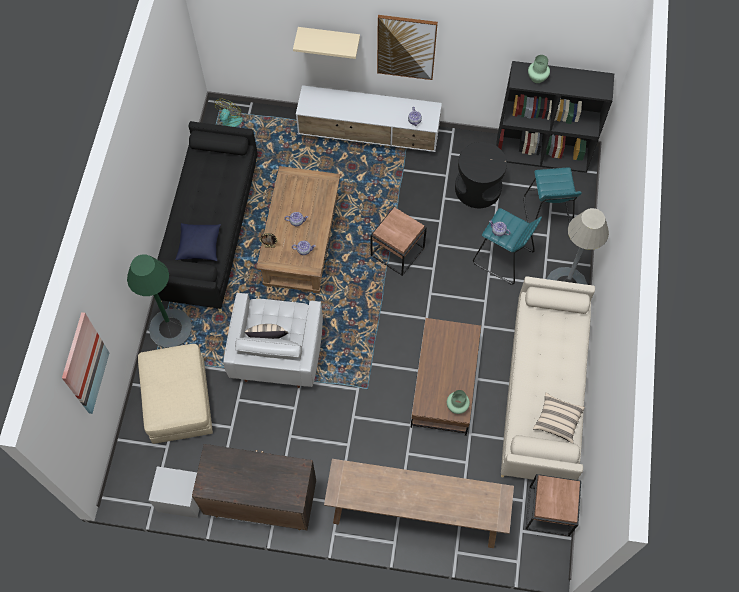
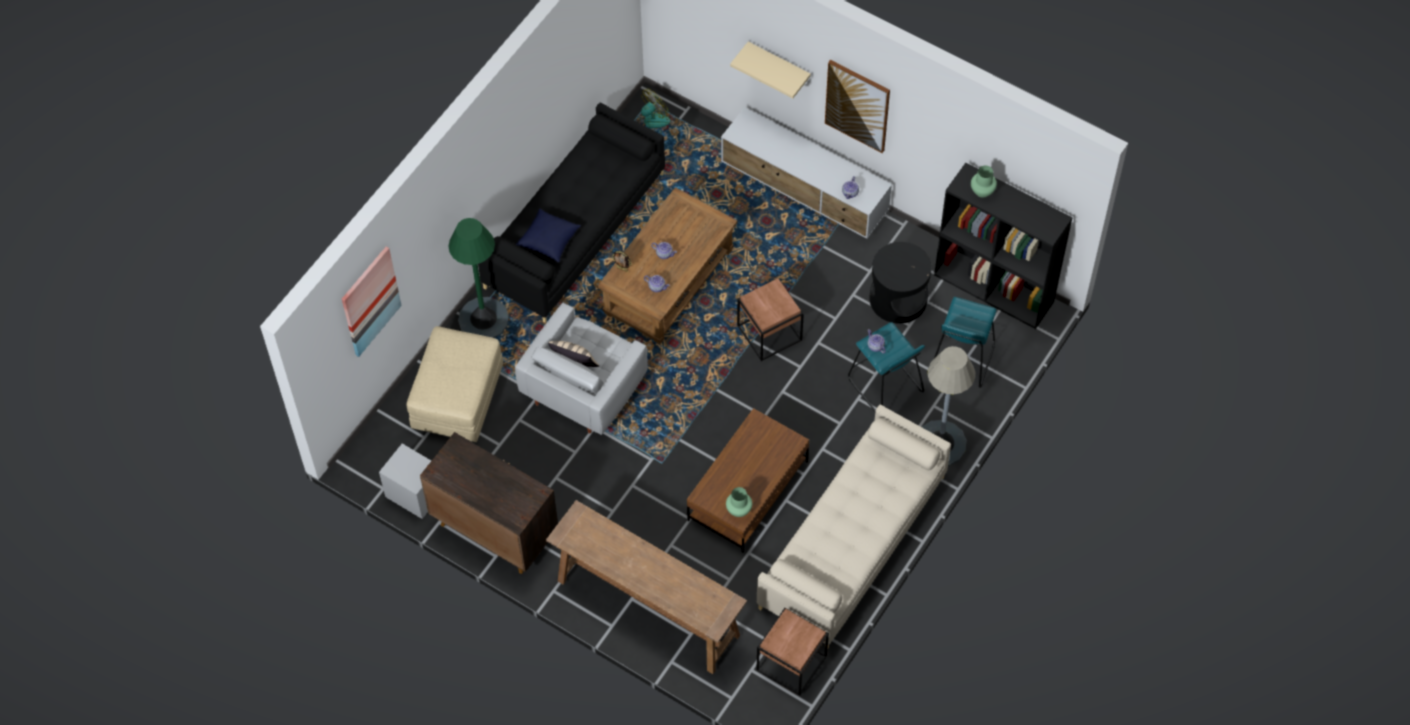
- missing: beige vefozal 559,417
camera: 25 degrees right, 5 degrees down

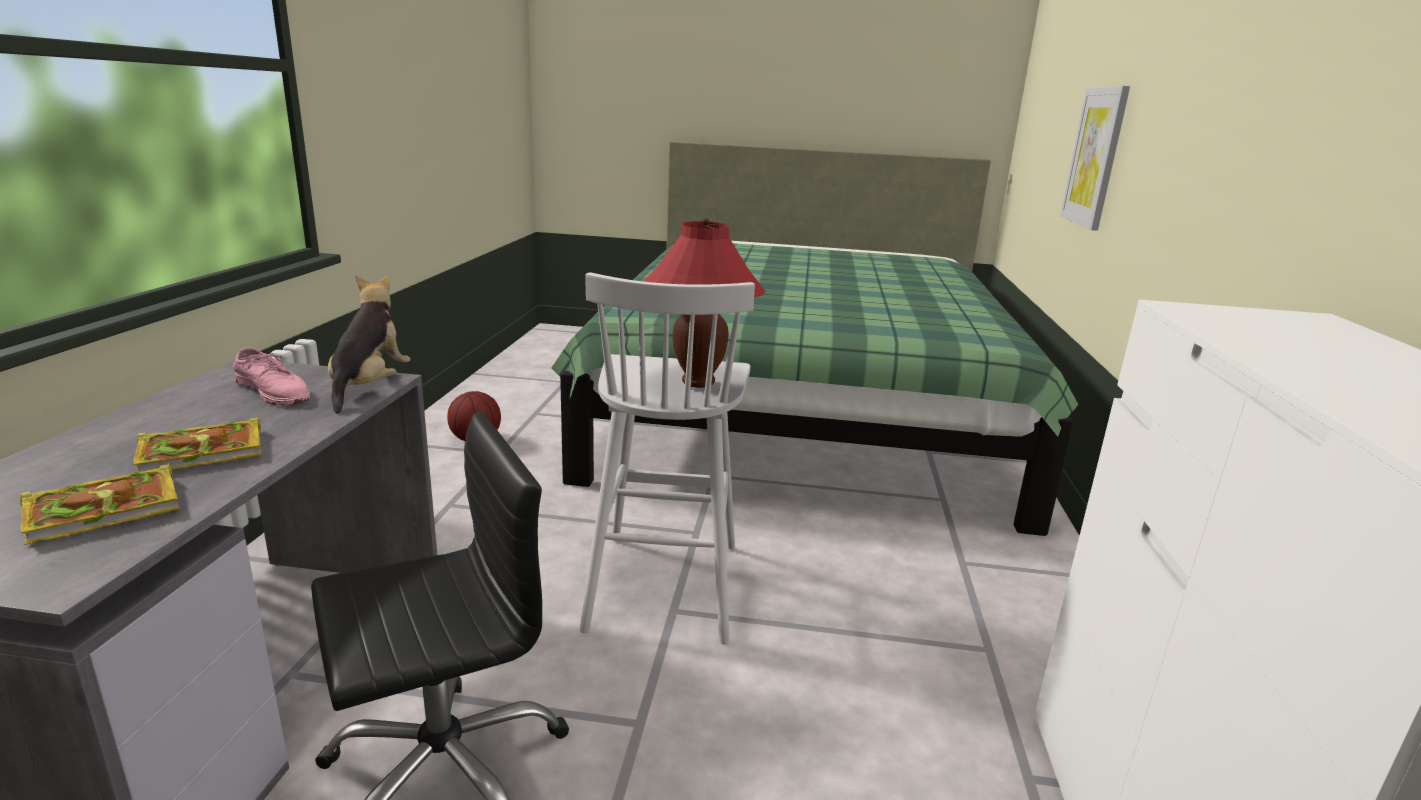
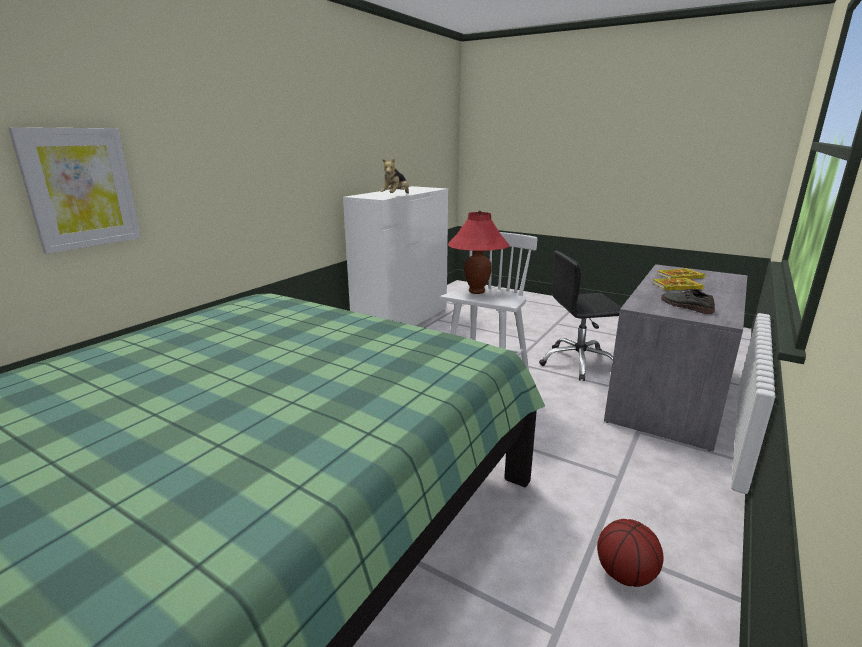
- colour: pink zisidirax 272,377 to grey zisidirax 688,301
- relocated: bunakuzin 369,344 to 394,176
camera: 155 degrees left, 0 degrees up

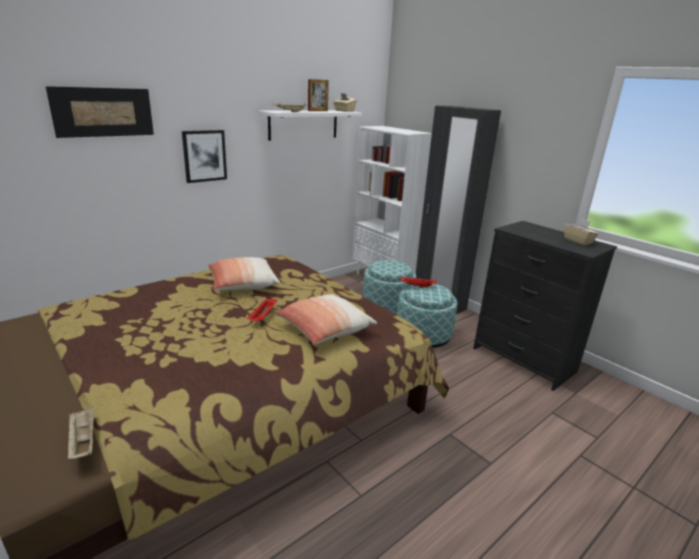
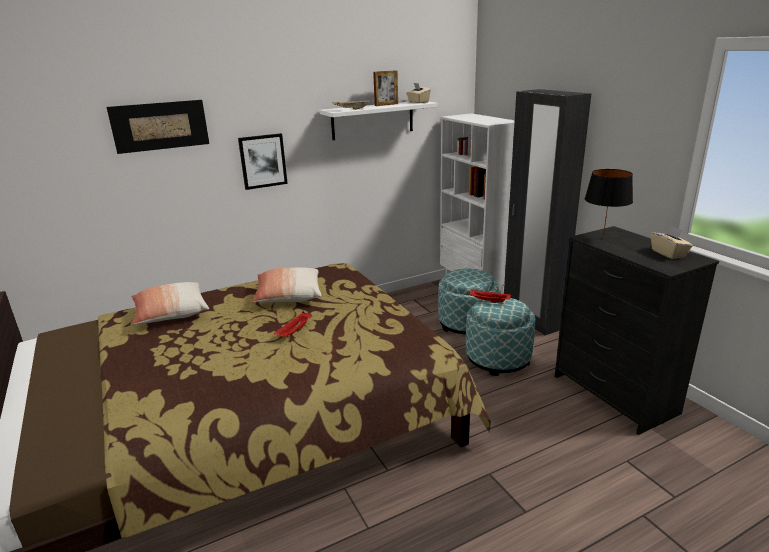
- missing: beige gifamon 81,432
- relocated: vefozal 325,319 to 170,303
- appeared: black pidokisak 609,203
camera: 15 degrees right, 0 degrees up

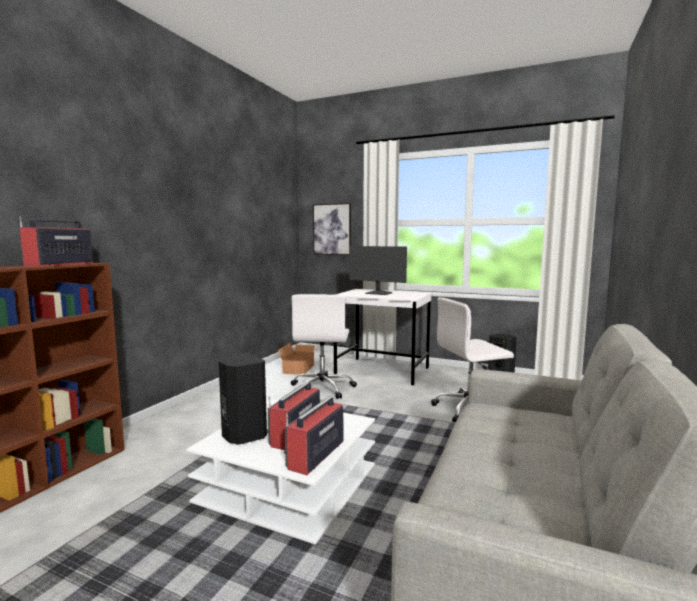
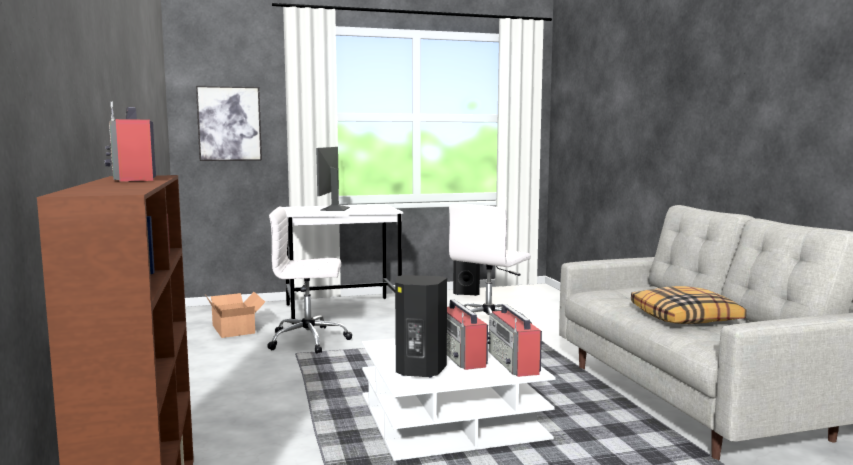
- spun: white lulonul 324,346 = 309,280 120 degrees clockwise
- spun: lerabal 378,270 = 333,179 105 degrees clockwise
- appeared: vefozal 689,305
camera: 40 degrees left, 0 degrees up

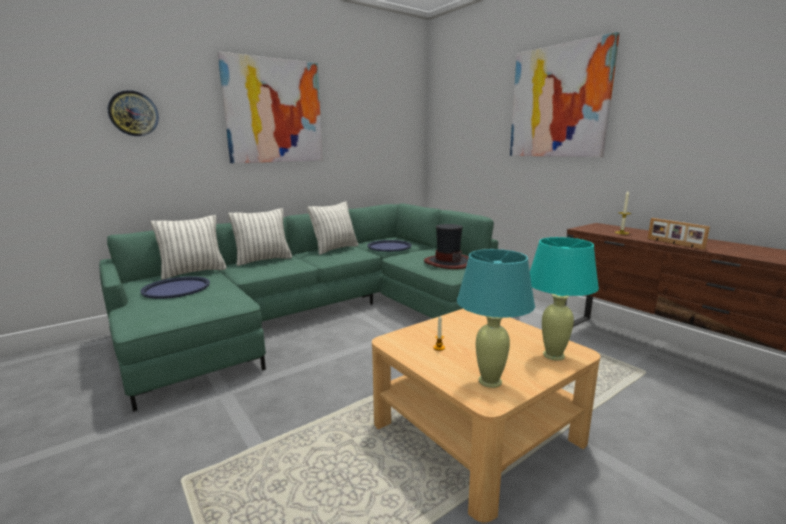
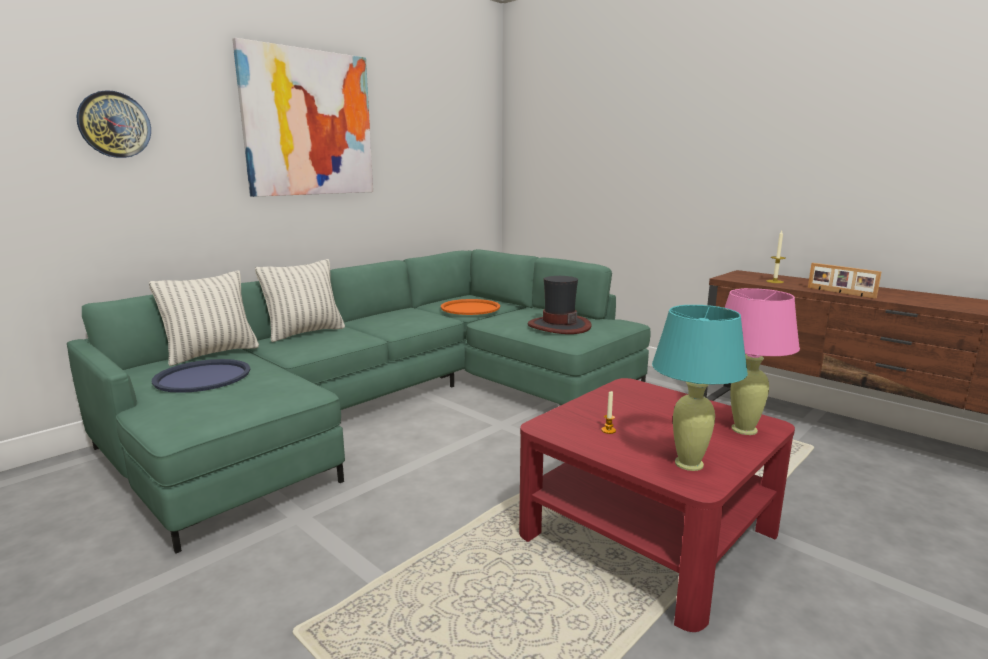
- missing: vefozal 332,228
- colour: blue gifamon 389,246 to orange gifamon 470,307
- colour: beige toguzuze 486,416 to red toguzuze 657,505
- missing: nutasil 564,94
- colour: turquoise pidokisak 564,299 to pink pidokisak 762,361
camera: 10 degrees left, 0 degrees up

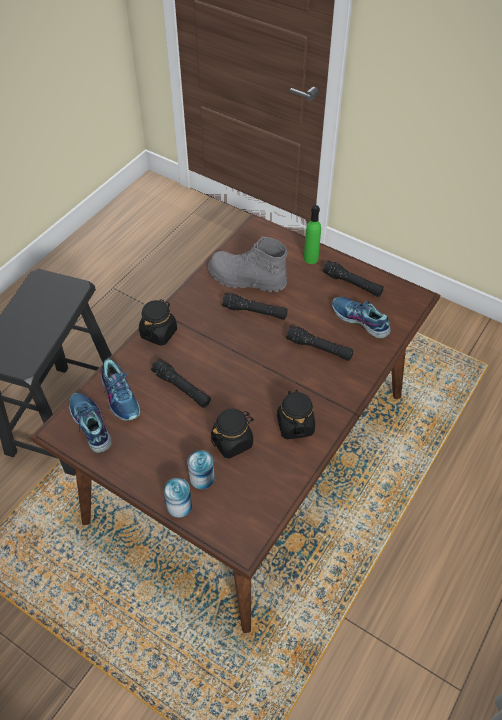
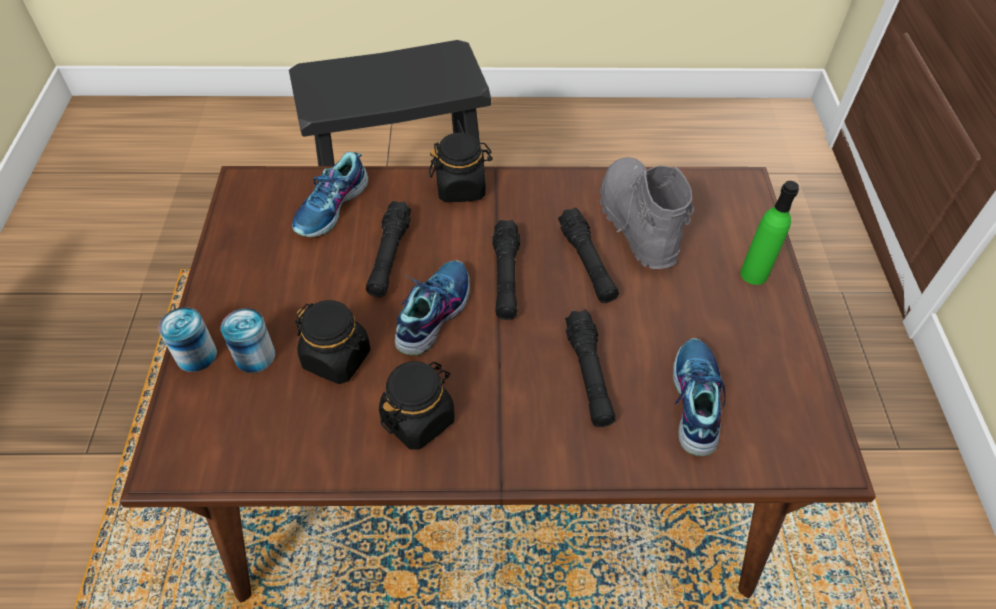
- relocated: zisidirax 90,423 to 432,308
- relocated: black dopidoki 353,278 to 506,270
camera: 55 degrees right, 0 degrees up

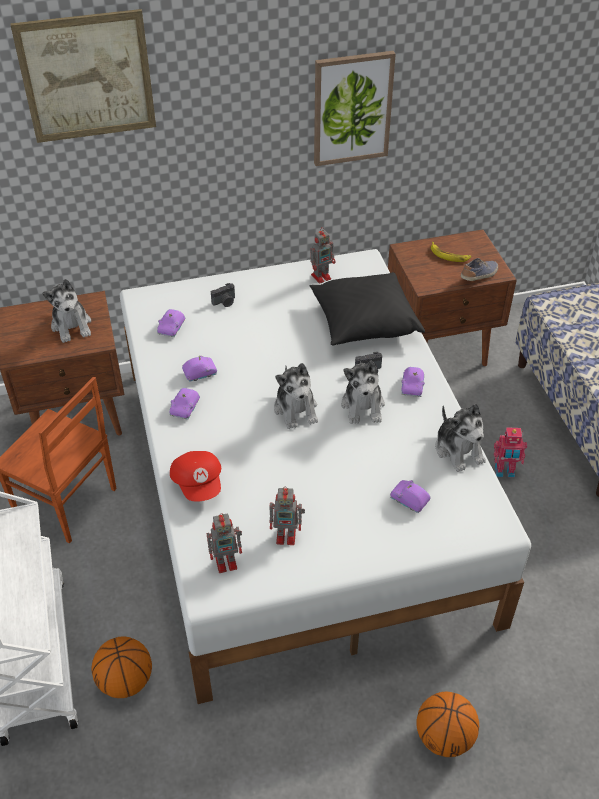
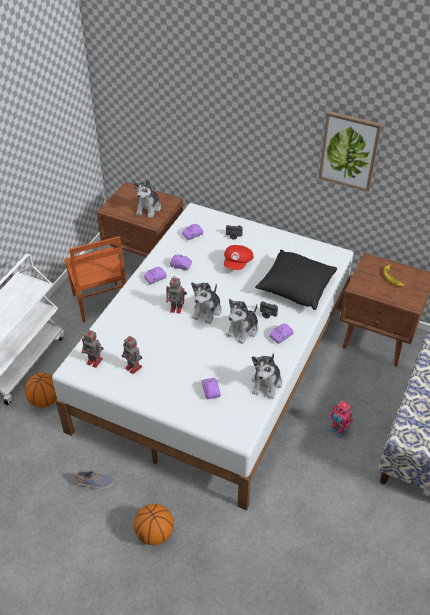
- missing: nutasil 83,76
- relocated: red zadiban 195,476 to 238,257
- relocated: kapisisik 322,255 to 176,295
- relocated: zisidirax 479,269 to 95,480
camera: 40 degrees right, 0 degrees up

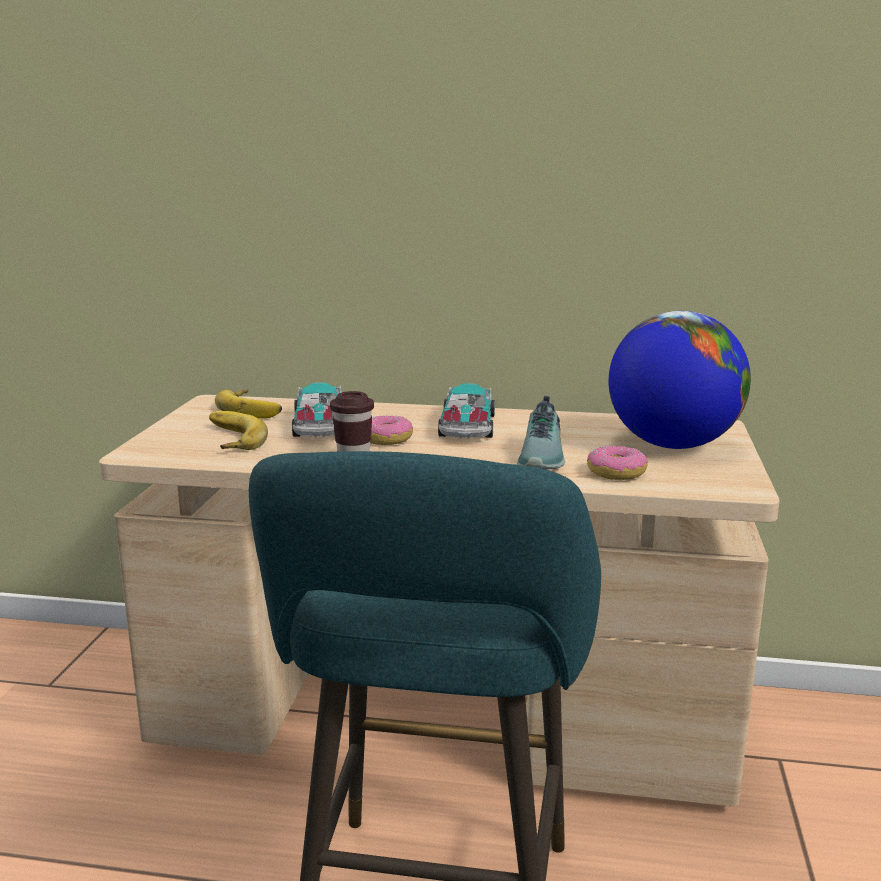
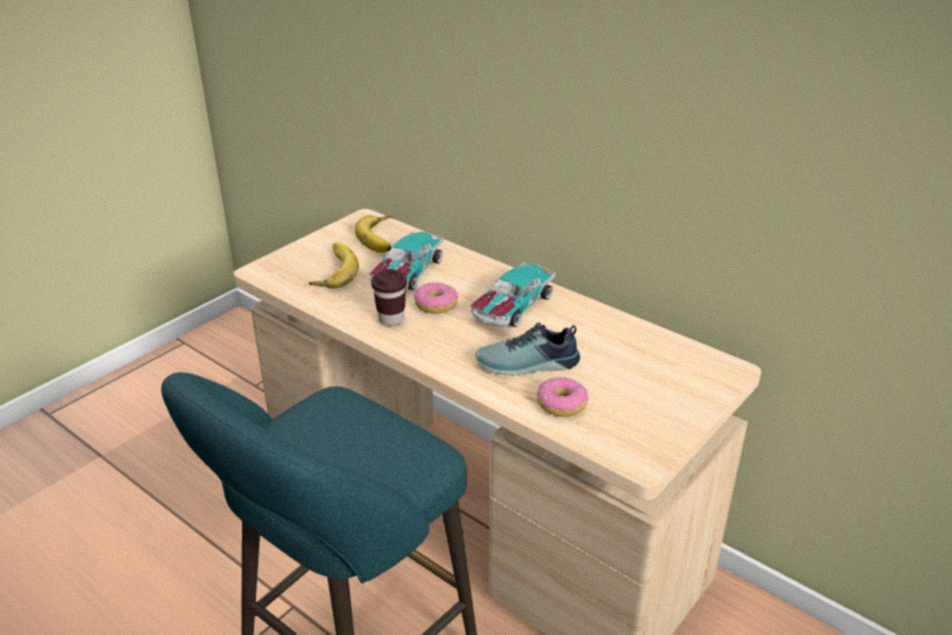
- spun: zisidirax 541,432 = 528,349 45 degrees clockwise
- missing: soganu 680,380
camera: 30 degrees right, 15 degrees up

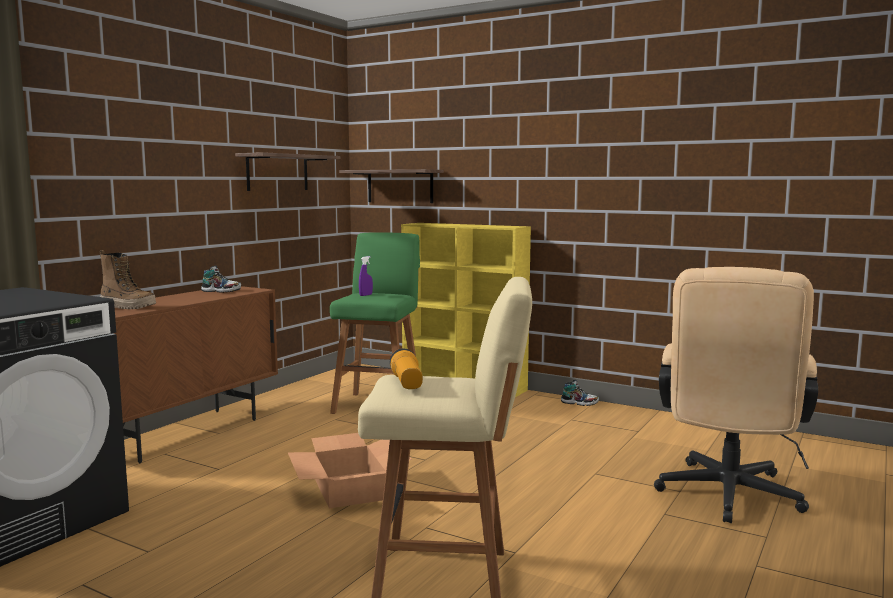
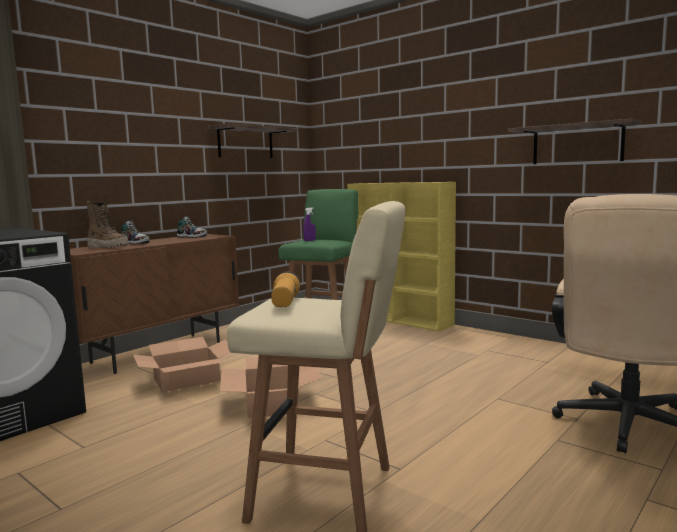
- relocated: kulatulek 391,186 to 575,141
- relocated: zisidirax 580,393 to 135,232
- appeared: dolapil 182,364
camera: 10 degrees right, 0 degrees up

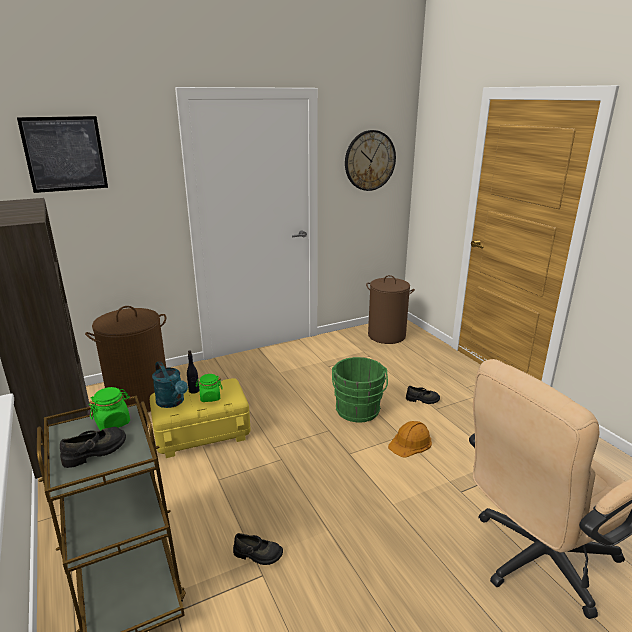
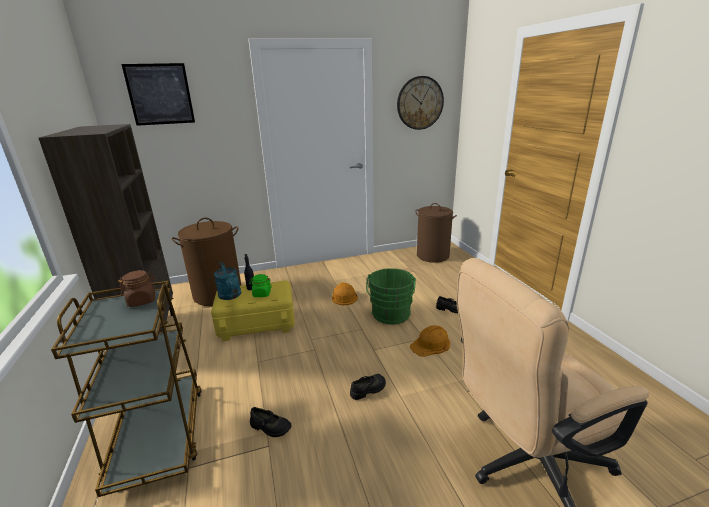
- relocated: black zisidirax 93,447 to 368,387
- colour: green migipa 109,409 to brown migipa 136,288
- appeared: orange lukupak 345,293
camera: 10 degrees right, 0 degrees up

